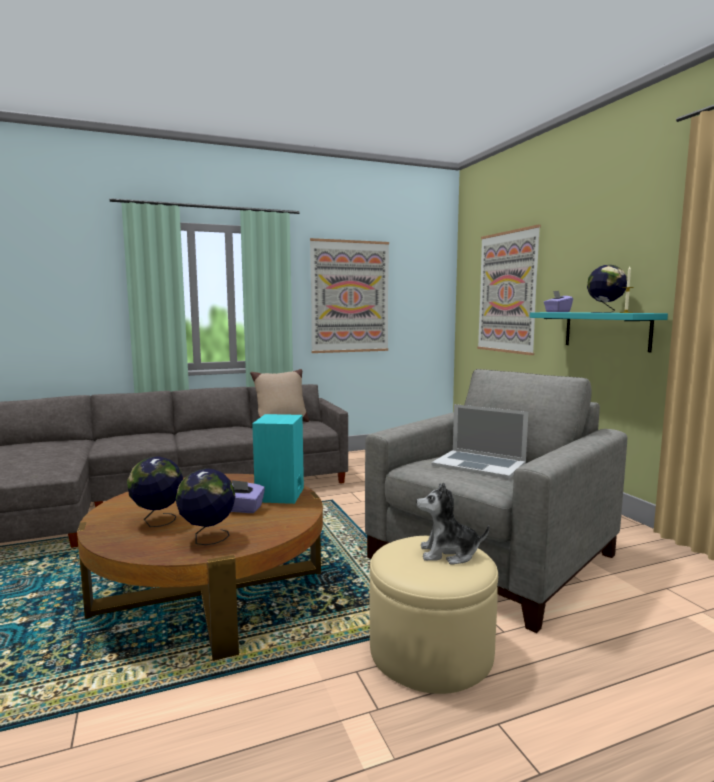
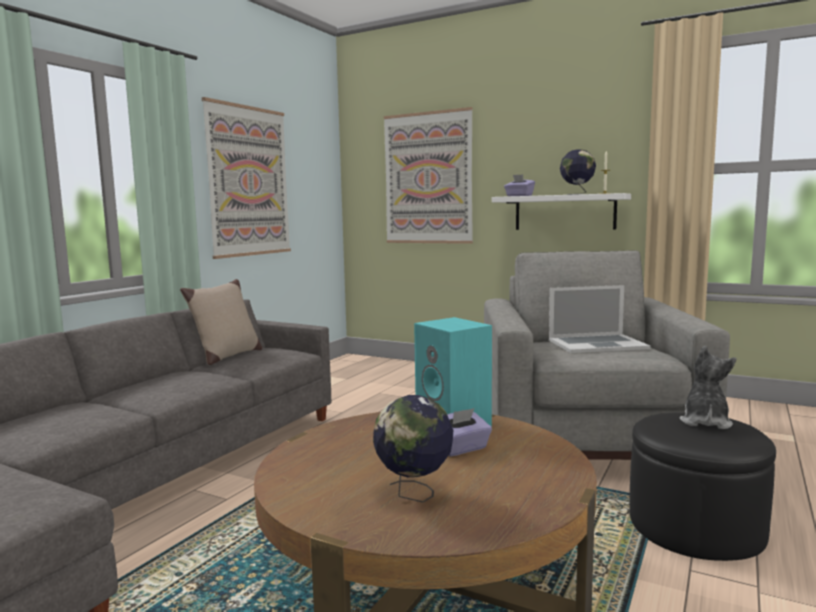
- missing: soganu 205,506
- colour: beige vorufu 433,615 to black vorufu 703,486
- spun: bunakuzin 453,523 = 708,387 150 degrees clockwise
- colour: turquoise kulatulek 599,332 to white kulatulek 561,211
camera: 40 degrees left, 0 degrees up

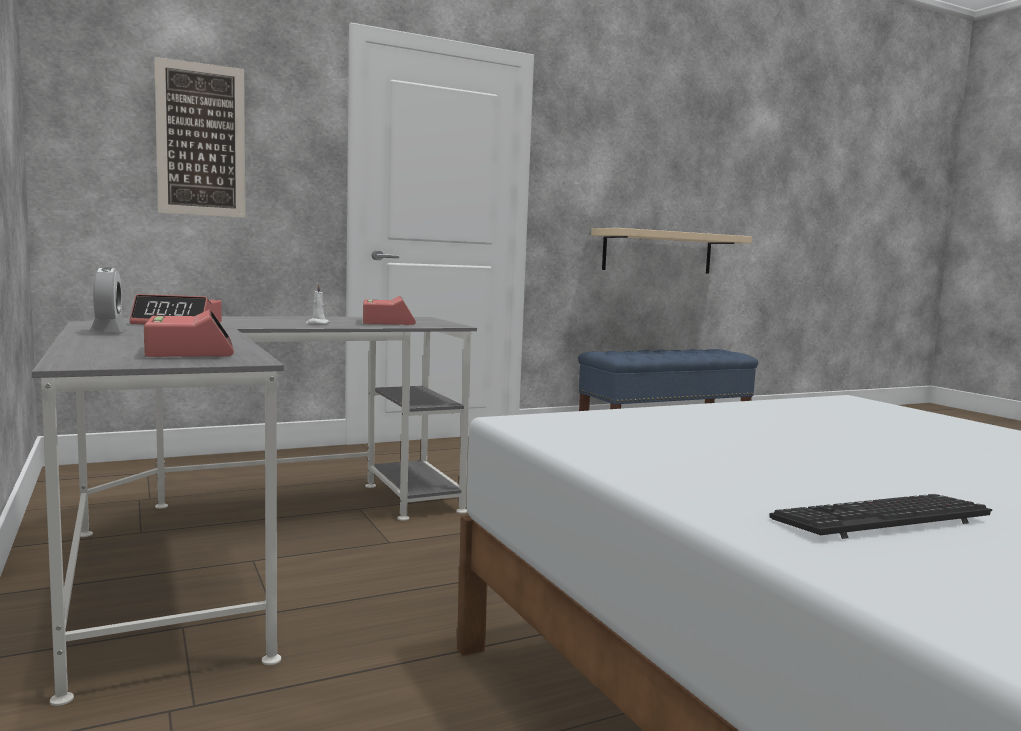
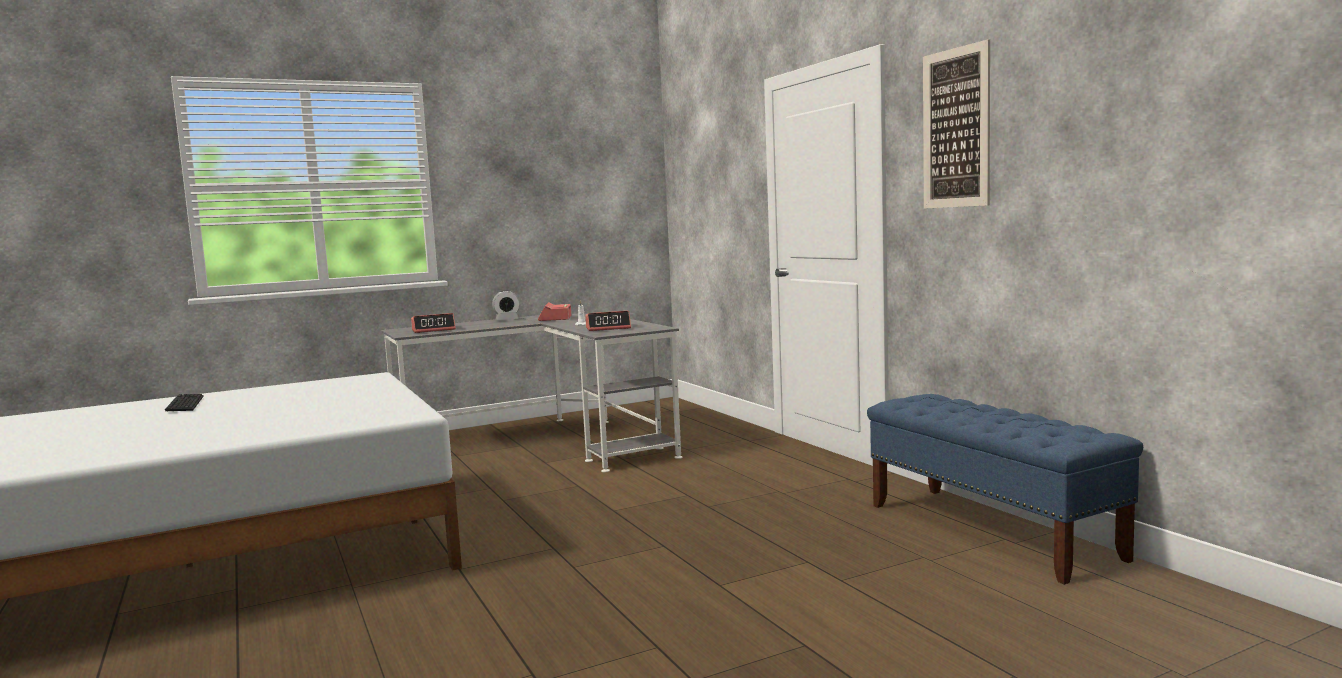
- relocated: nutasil 199,137 to 956,124
- missing: beige kulatulek 671,251
camera: 90 degrees right, 0 degrees up

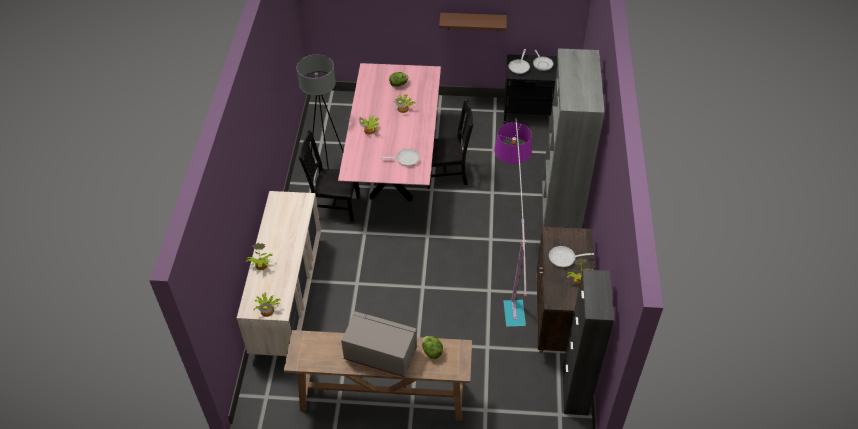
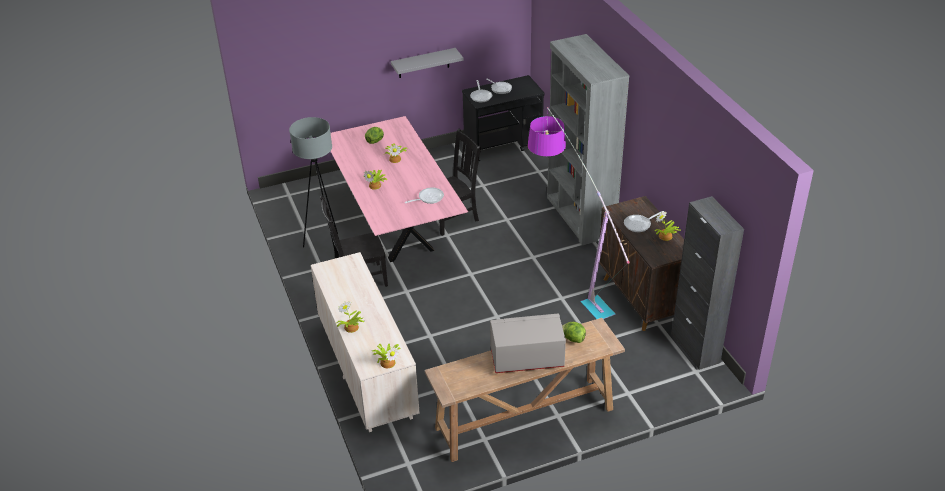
- colour: brown kulatulek 473,22 to grey kulatulek 427,63
camera: 25 degrees left, 10 degrees down

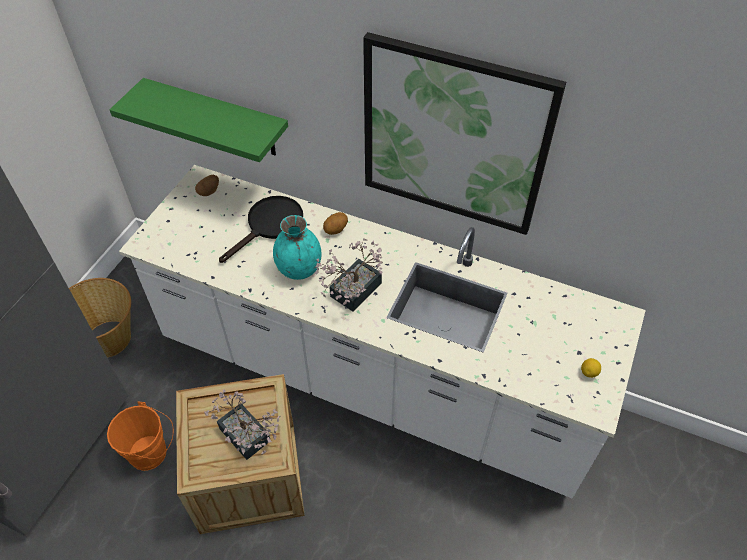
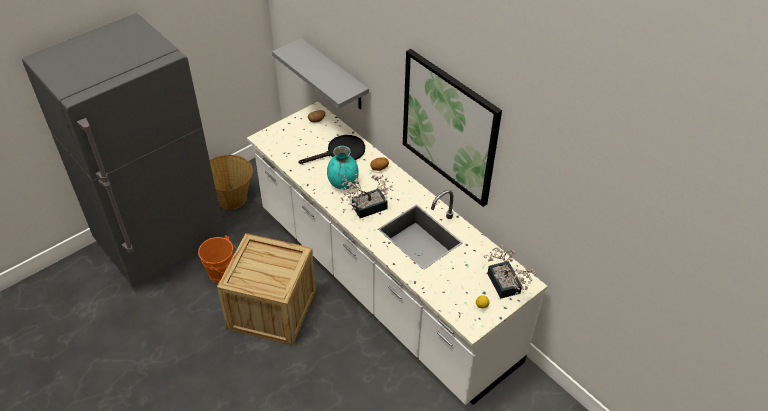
- colour: green kulatulek 199,120 to grey kulatulek 320,73
- relocated: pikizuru 242,424 to 510,272
camera: 25 degrees right, 5 degrees down

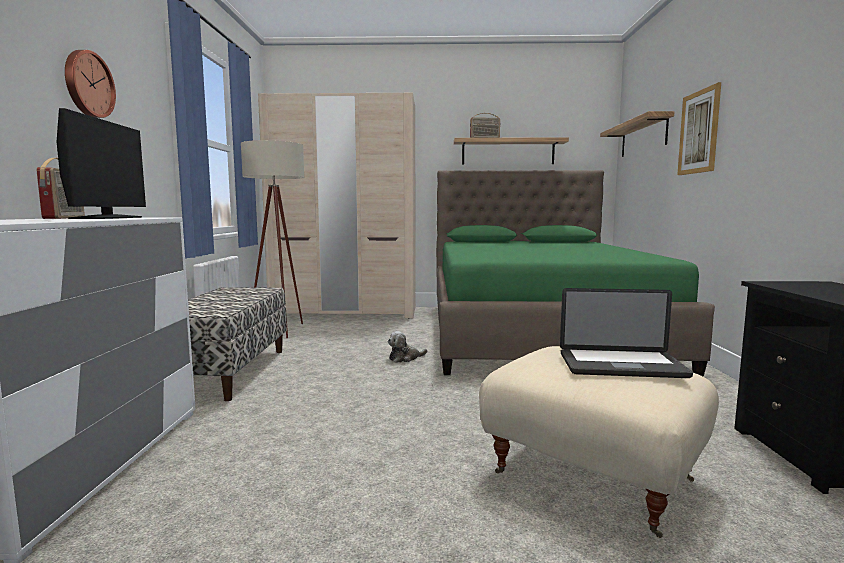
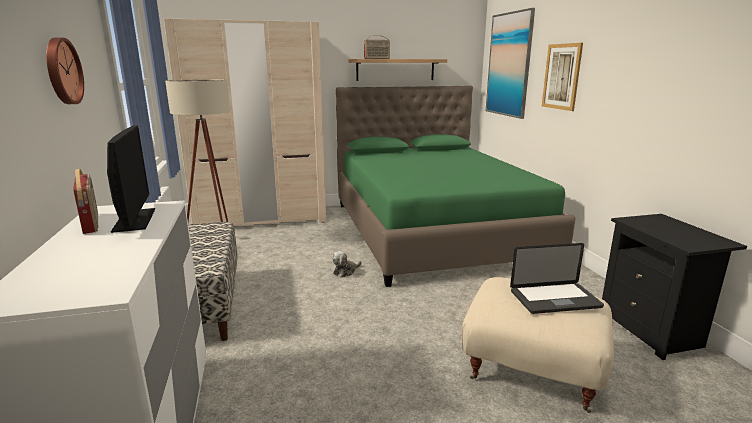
- exchanged: kulatulek 637,134 to nutasil 510,63
camera: 15 degrees left, 10 degrees up

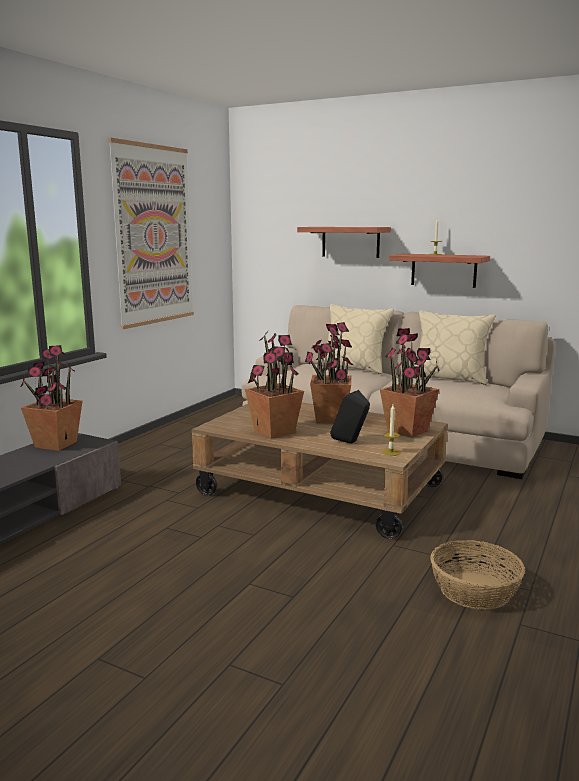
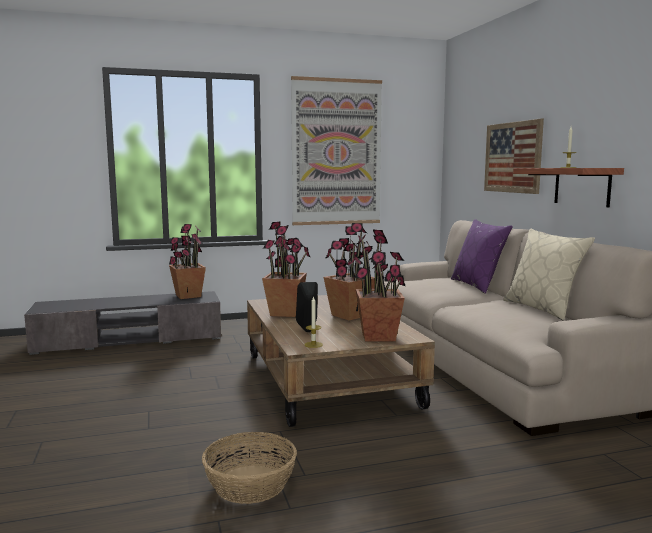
- exchanged: kulatulek 344,242 to nutasil 514,156
- colour: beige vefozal 357,339 to purple vefozal 481,256
camera: 45 degrees right, 5 degrees down

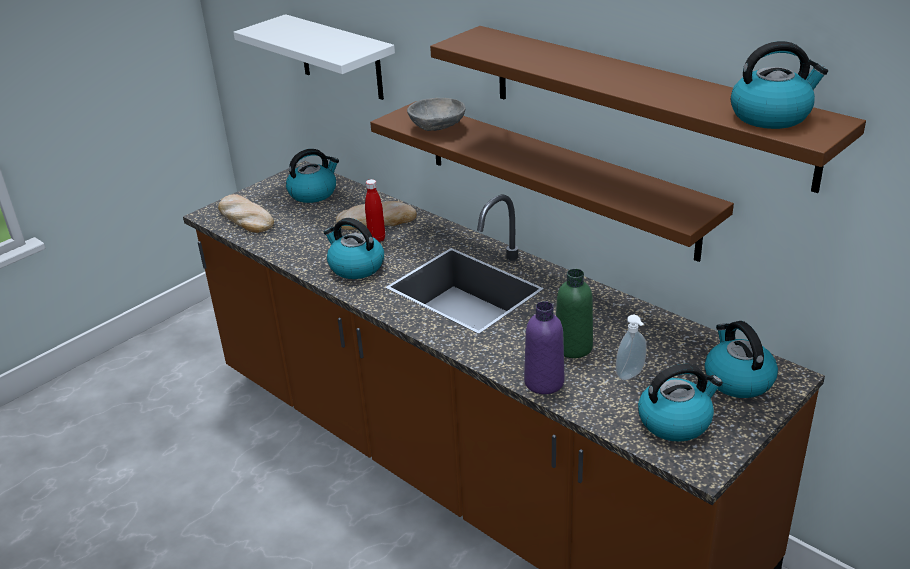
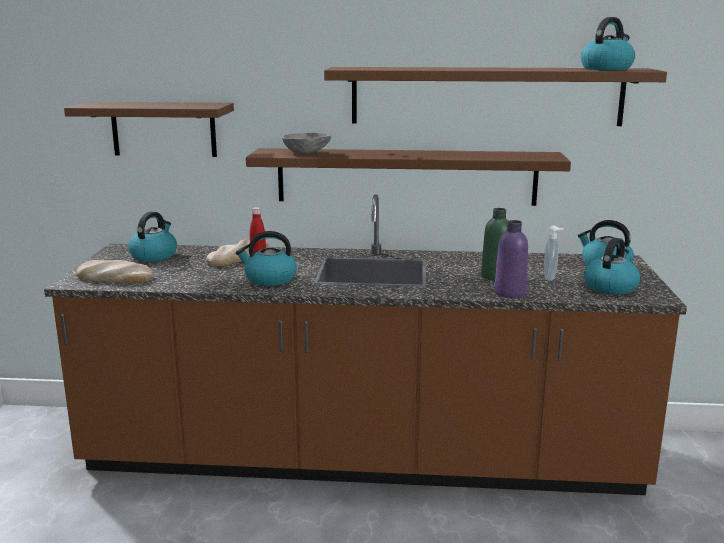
- colour: white kulatulek 314,57 to brown kulatulek 149,129
camera: 40 degrees left, 15 degrees down

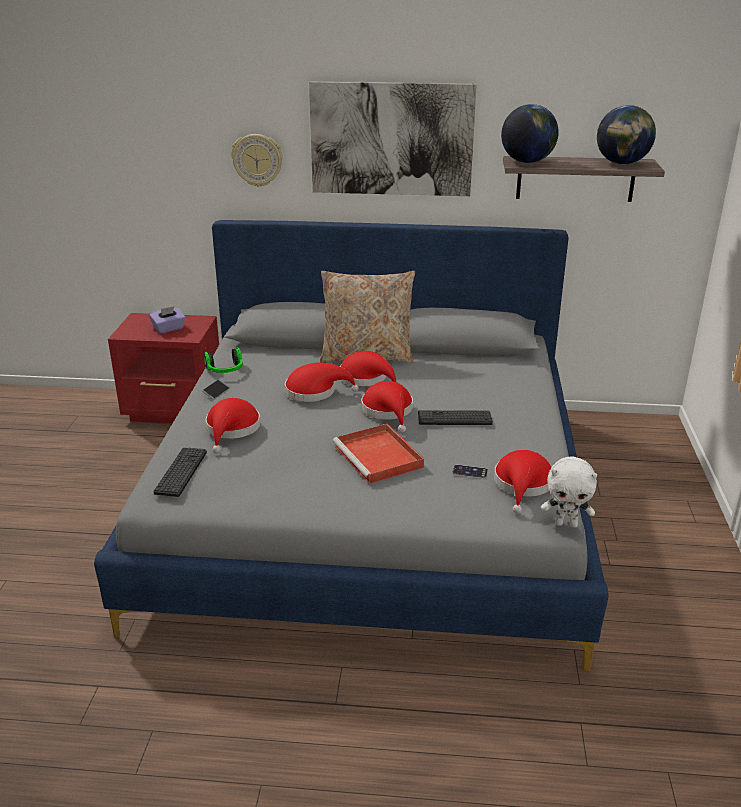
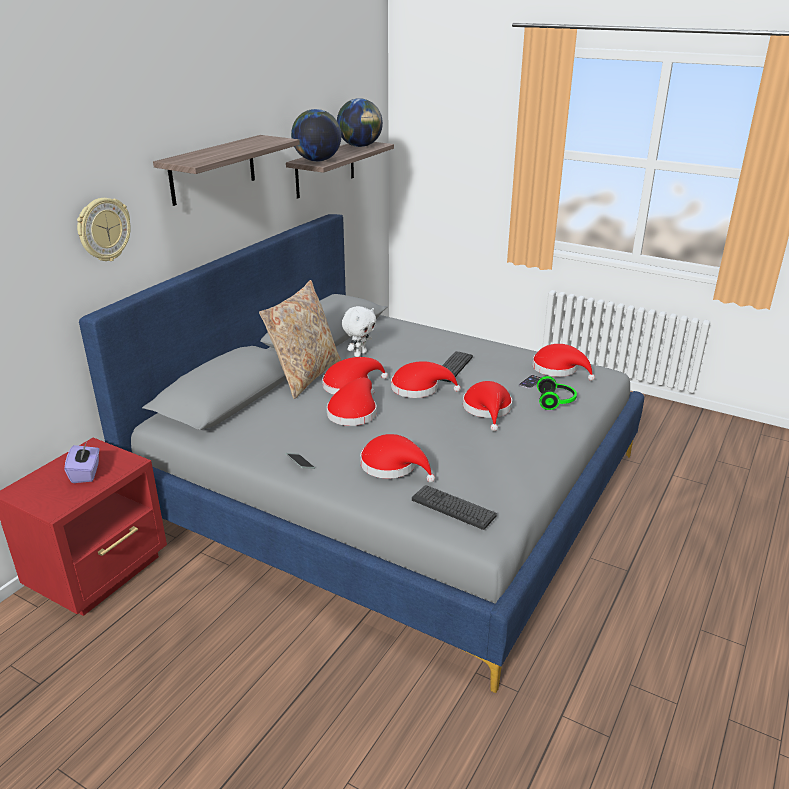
- relocated: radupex 223,360 to 557,393
- exchanged: nutasil 393,139 to kulatulek 226,170
- exchanged: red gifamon 378,454 to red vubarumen 487,406
- relocated: white bunakuzin 569,492 to 359,331
camera: 65 degrees left, 0 degrees up

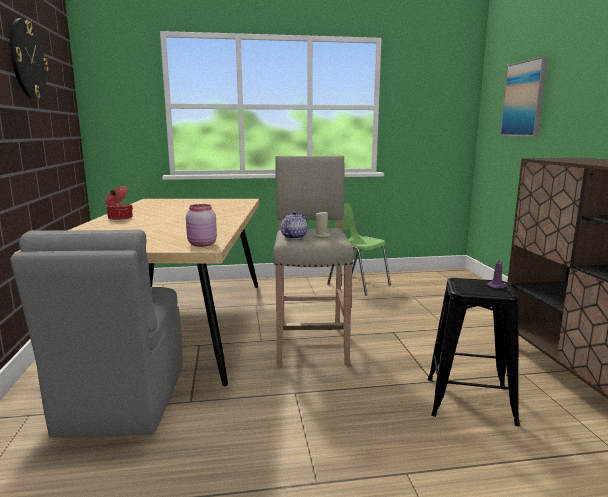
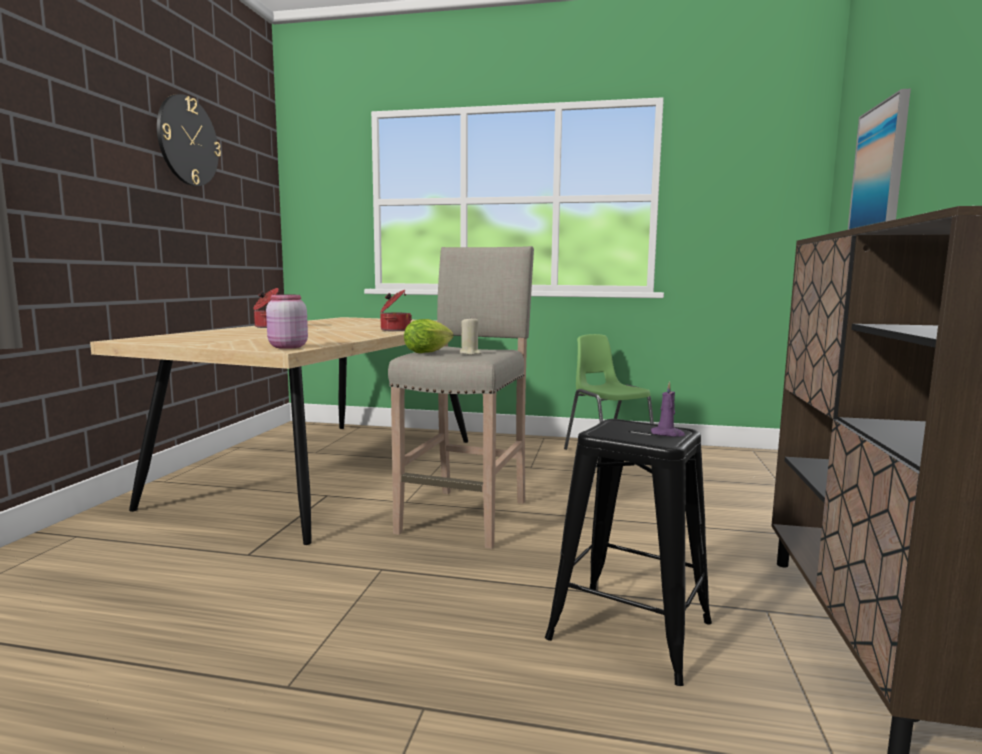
- missing: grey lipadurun 96,333
- exchanged: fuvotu 294,225 to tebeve 429,336
- appeared: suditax 396,310
camera: 20 degrees right, 5 degrees down

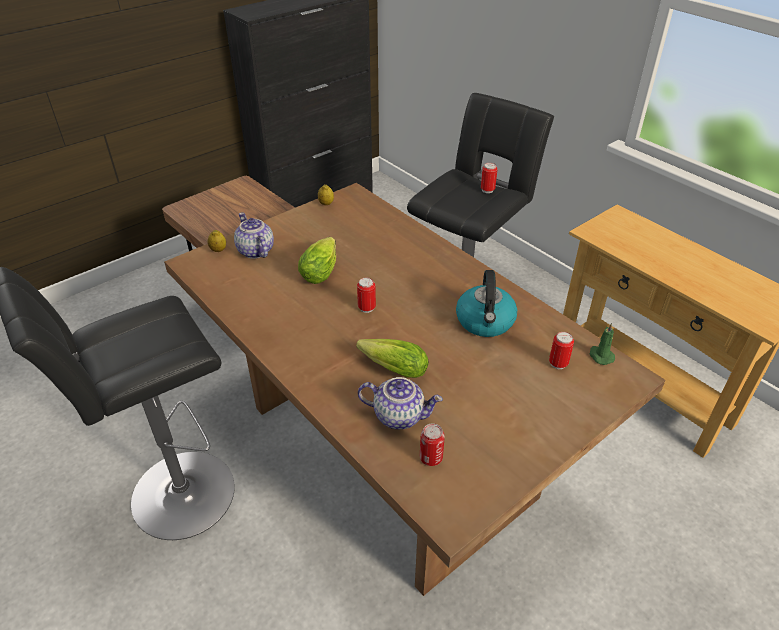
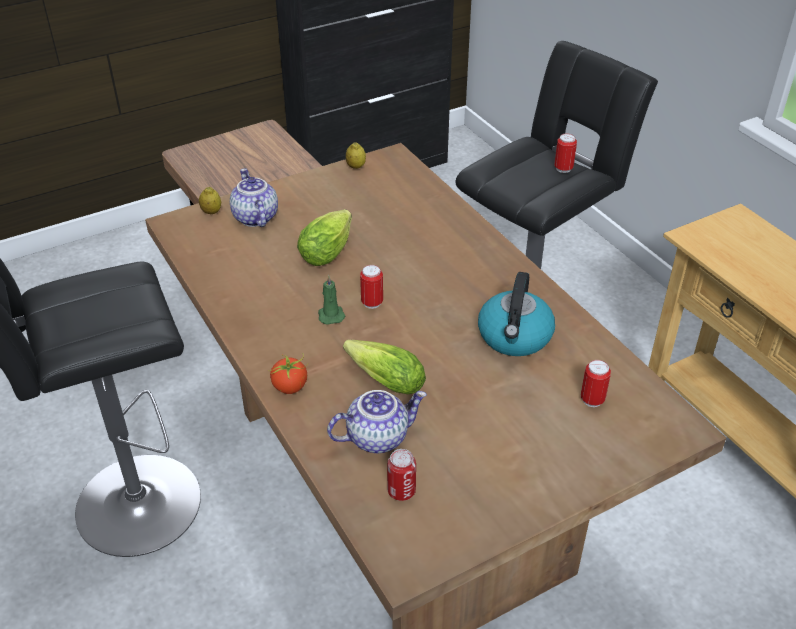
- spun: fuvotu 400,403 = 377,421 45 degrees counterclockwise
- relocated: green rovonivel 602,344 to 331,300
- appeared: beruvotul 288,374
camera: 10 degrees right, 0 degrees up

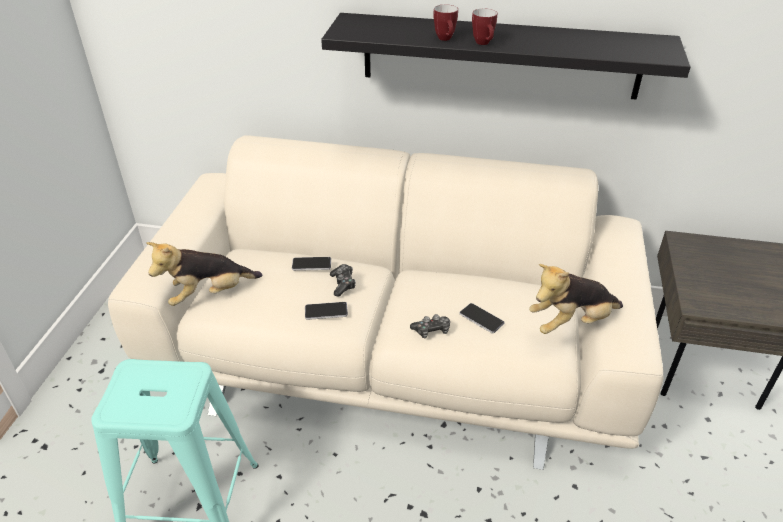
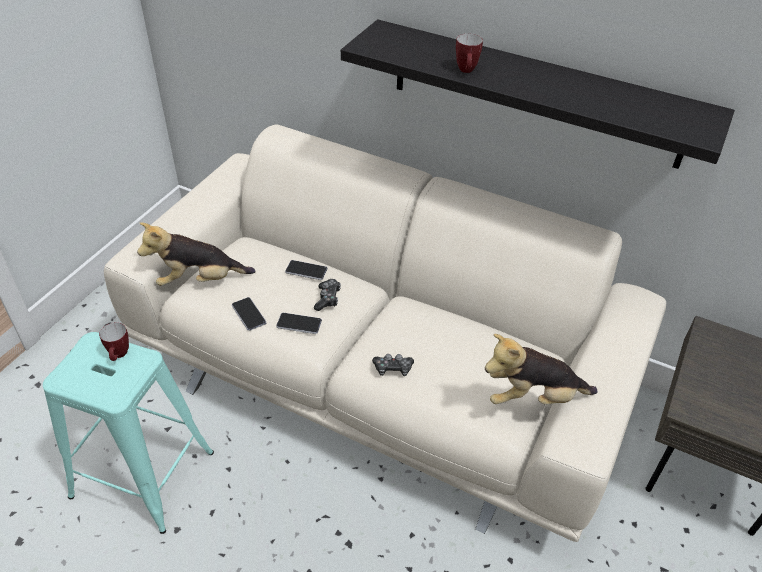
- relocated: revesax 482,318 to 249,314
- relocated: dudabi 484,27 to 114,341
camera: 15 degrees right, 5 degrees up

